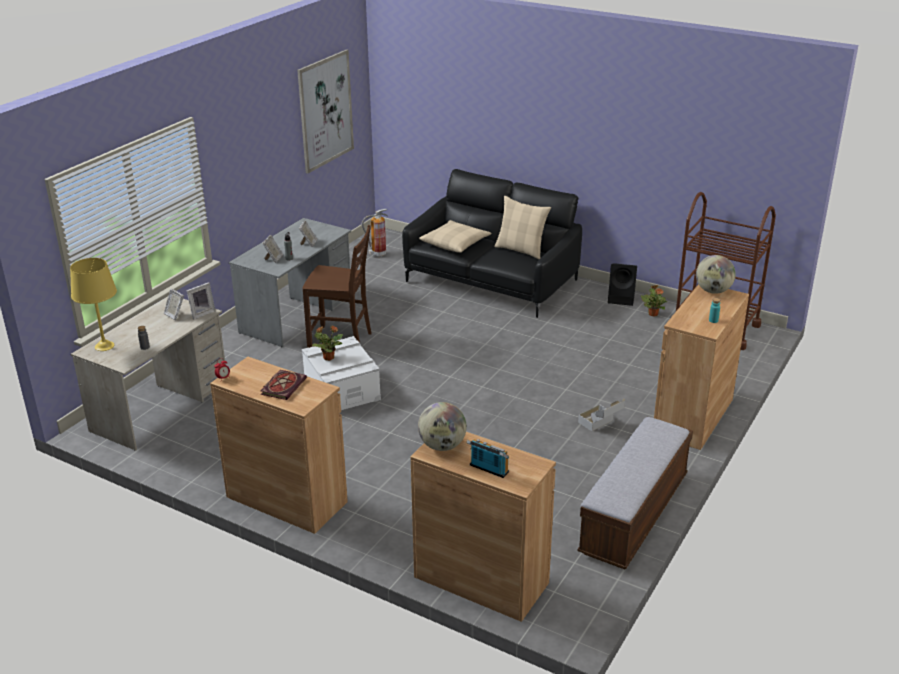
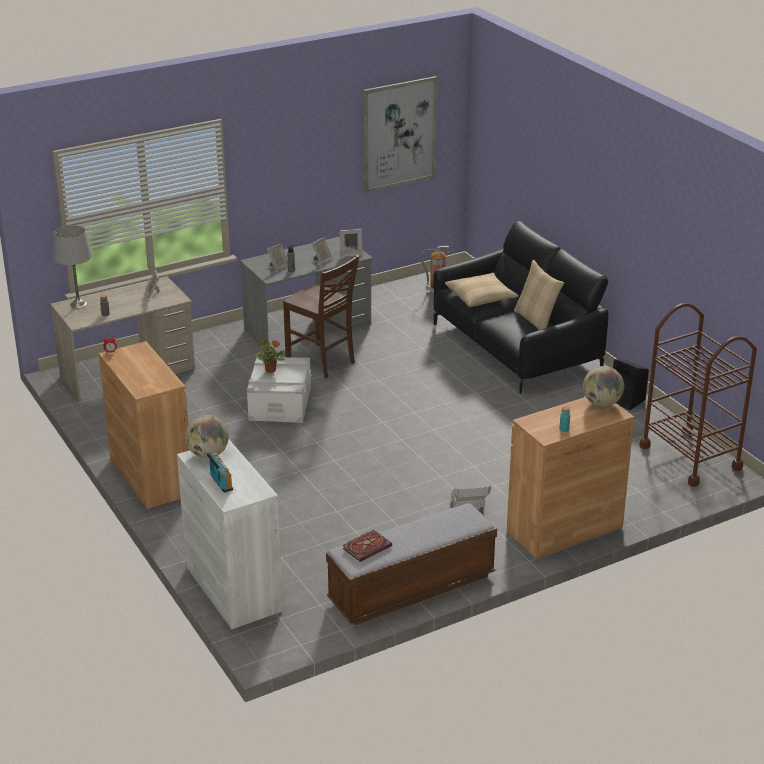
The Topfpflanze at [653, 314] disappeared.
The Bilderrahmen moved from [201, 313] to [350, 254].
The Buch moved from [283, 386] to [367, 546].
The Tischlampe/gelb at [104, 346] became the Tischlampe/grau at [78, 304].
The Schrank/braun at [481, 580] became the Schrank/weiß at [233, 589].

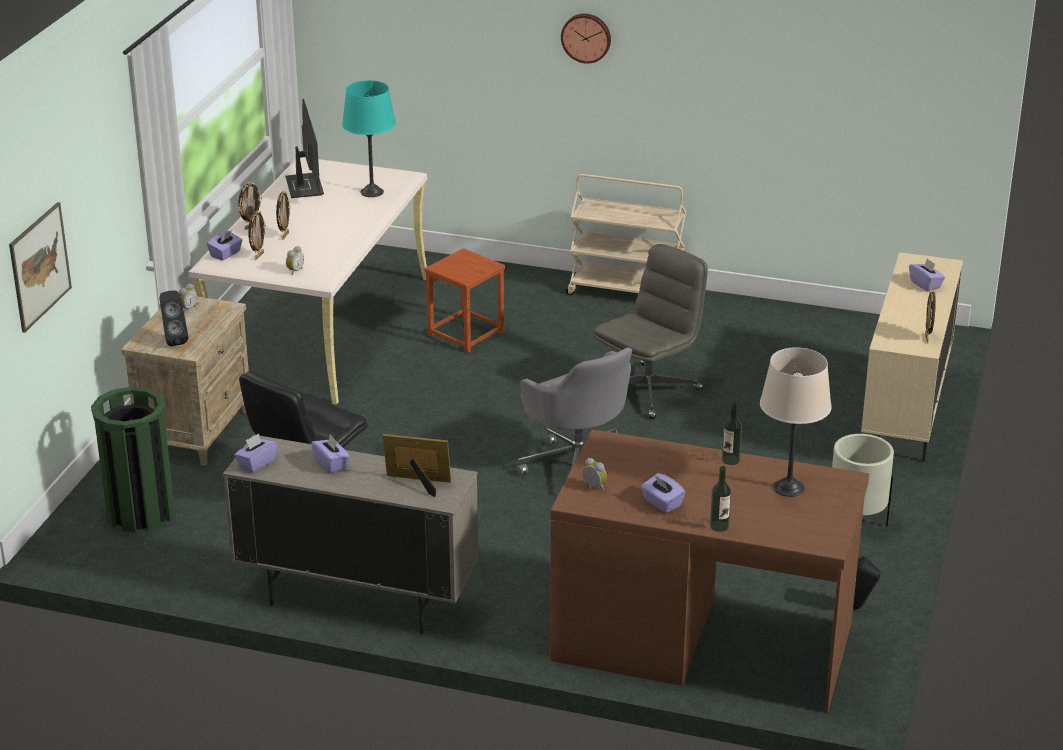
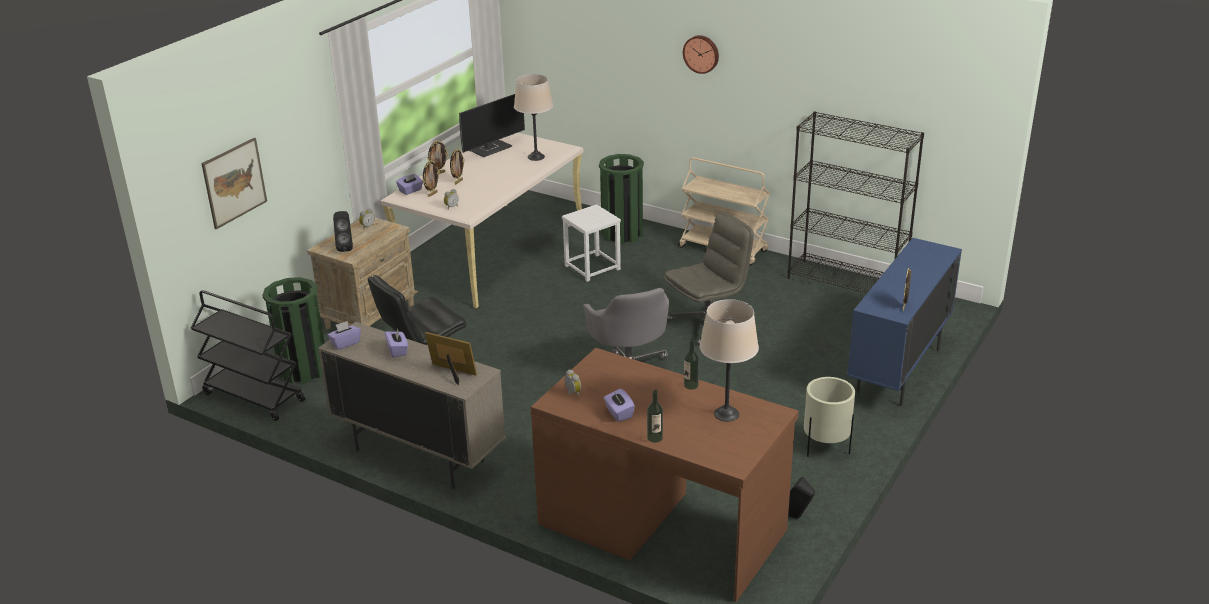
The Taschentuchbox/lila at [925, 284] disappeared.
The Rollwagen/schwarz at [253, 397] appeared.
The Mülleimer/grün at [622, 234] appeared.
The Bücherregal/schwarz at [847, 282] appeared.
The Tischlampe/türkis at [372, 192] became the Tischlampe/beige at [536, 157].
The Hocker/braun at [466, 334] became the Hocker/weiß at [592, 268].
The Schrank/beige at [904, 421] became the Schrank/blau at [898, 371].
The Monitor at [304, 186] turned 45 degrees clockwise.

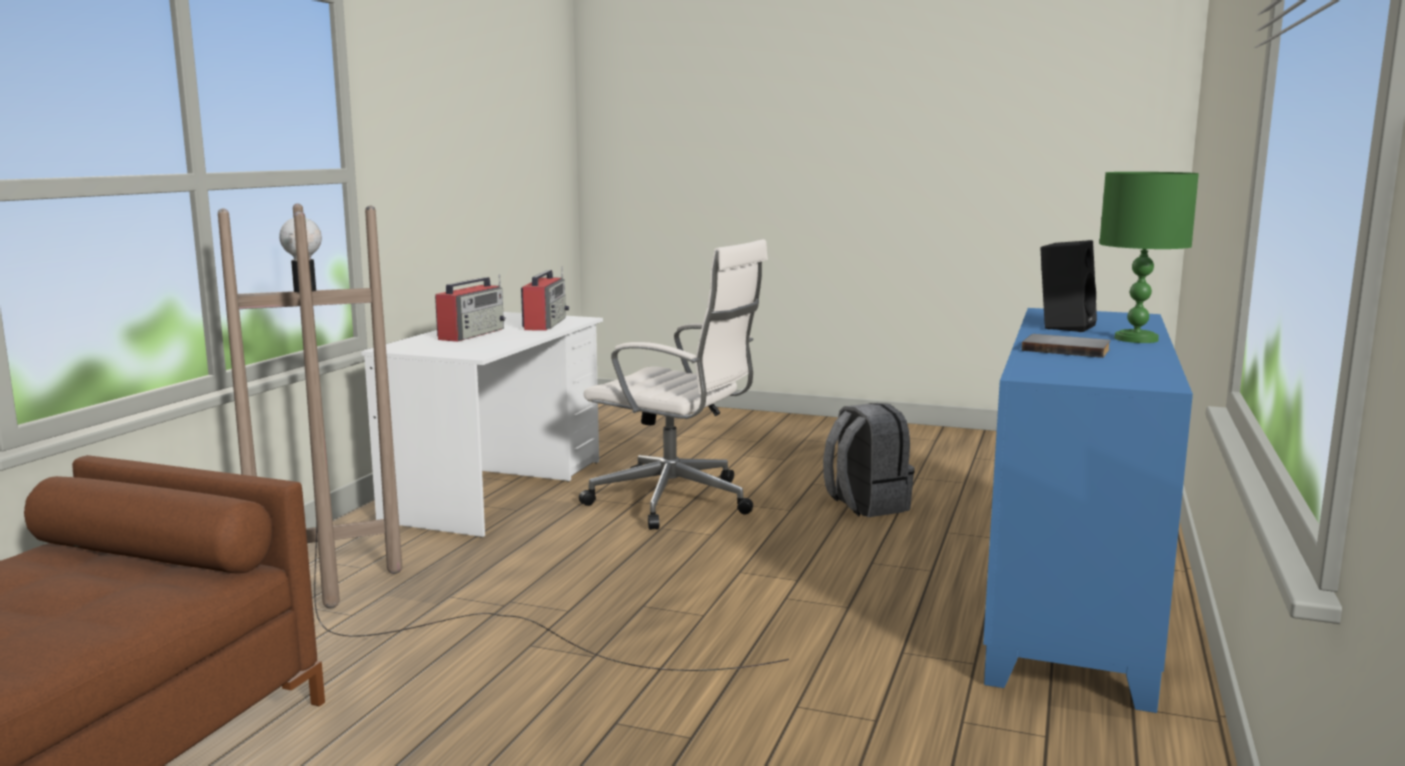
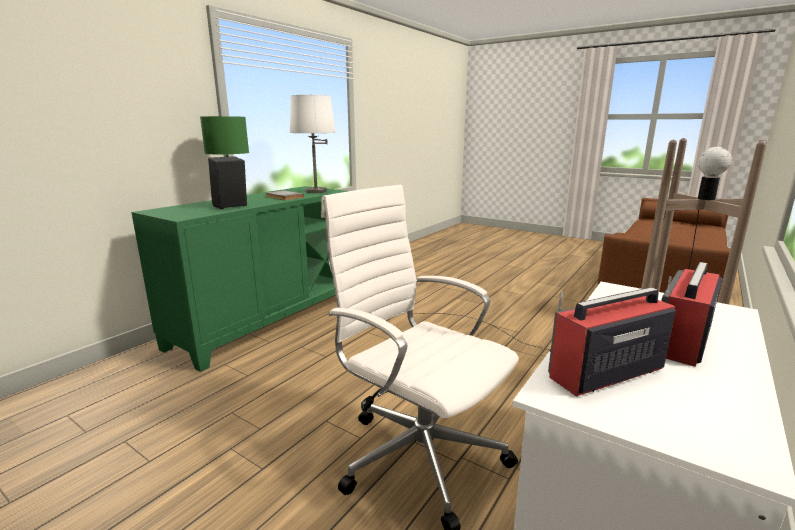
The Rucksack/grau at [865, 505] disappeared.
The Tischlampe/weiß at [316, 191] appeared.
The Schrank/blau at [1074, 603] became the Schrank/grün at [266, 321].
The Radio at [545, 324] turned 45 degrees clockwise.

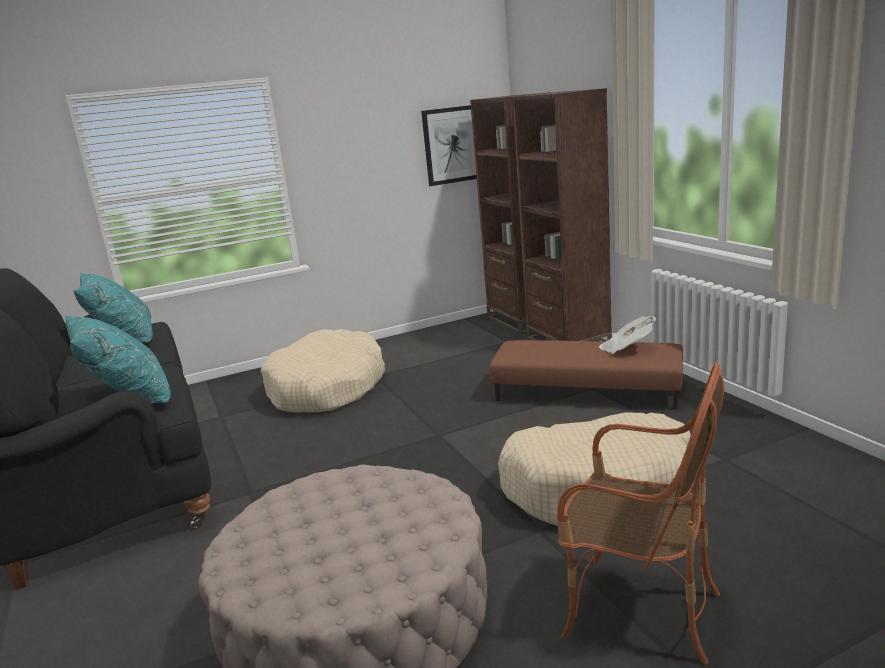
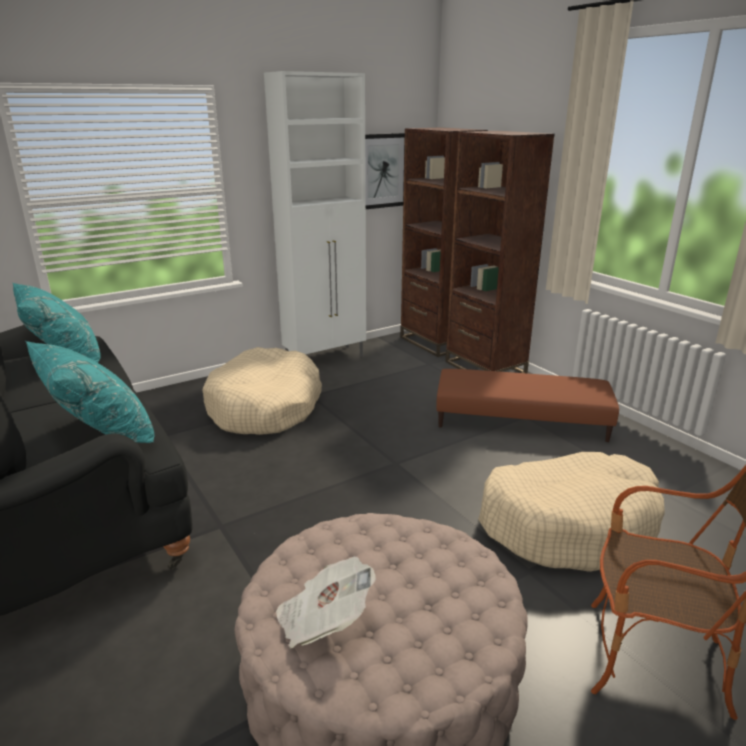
The Schrank/weiß at [326, 358] appeared.
The Zeitung moved from [626, 348] to [324, 620].

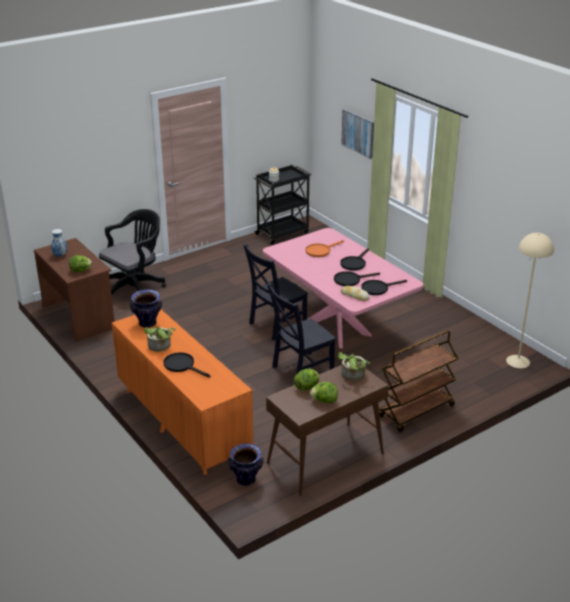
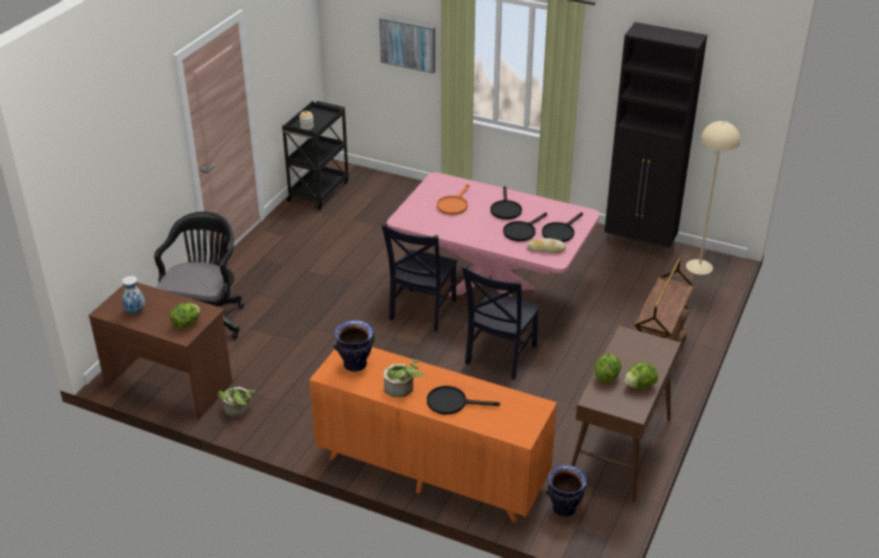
The Schrank/schwarz at [640, 245] appeared.
The Topfpflanze moved from [352, 376] to [238, 410].

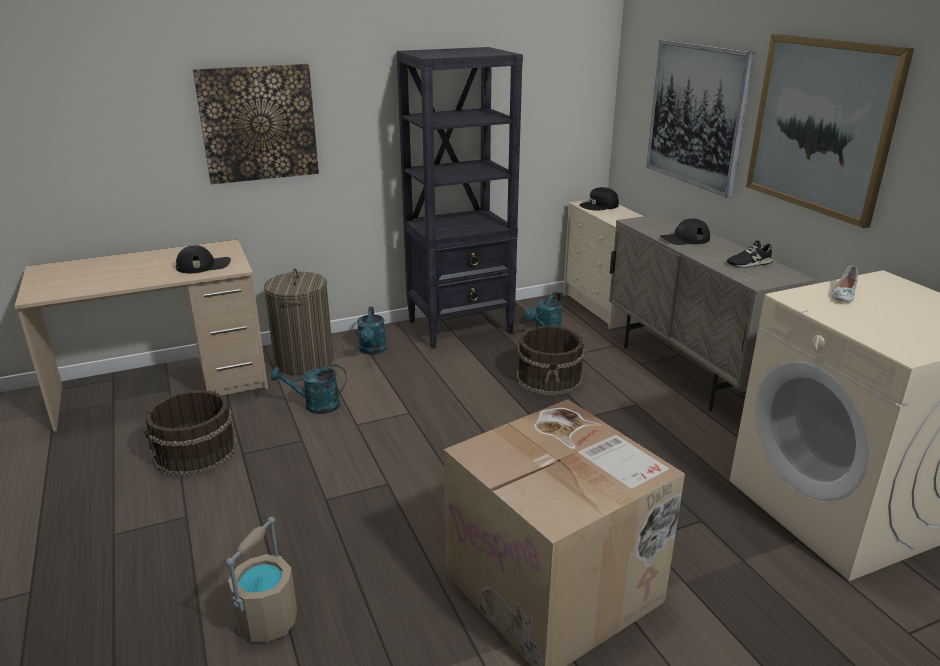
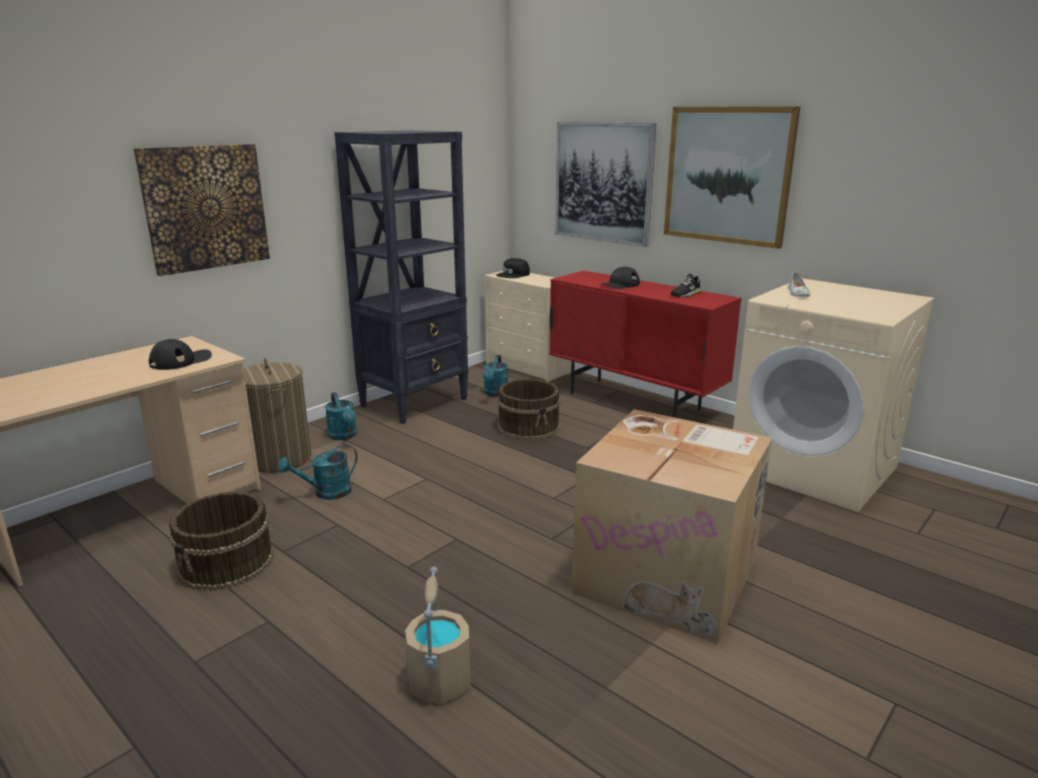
The Schrank/beige at [687, 372] became the Schrank/rot at [634, 401].

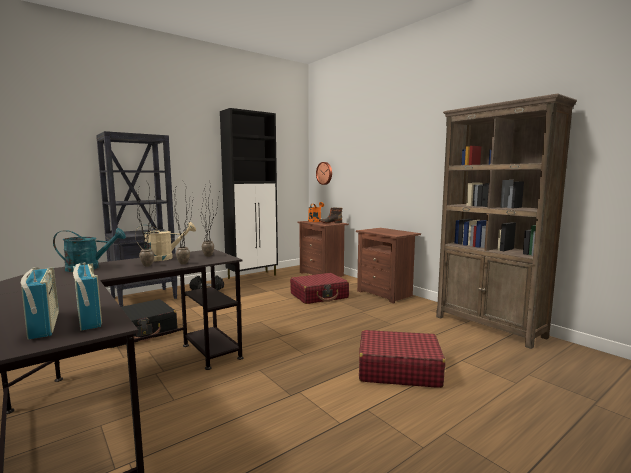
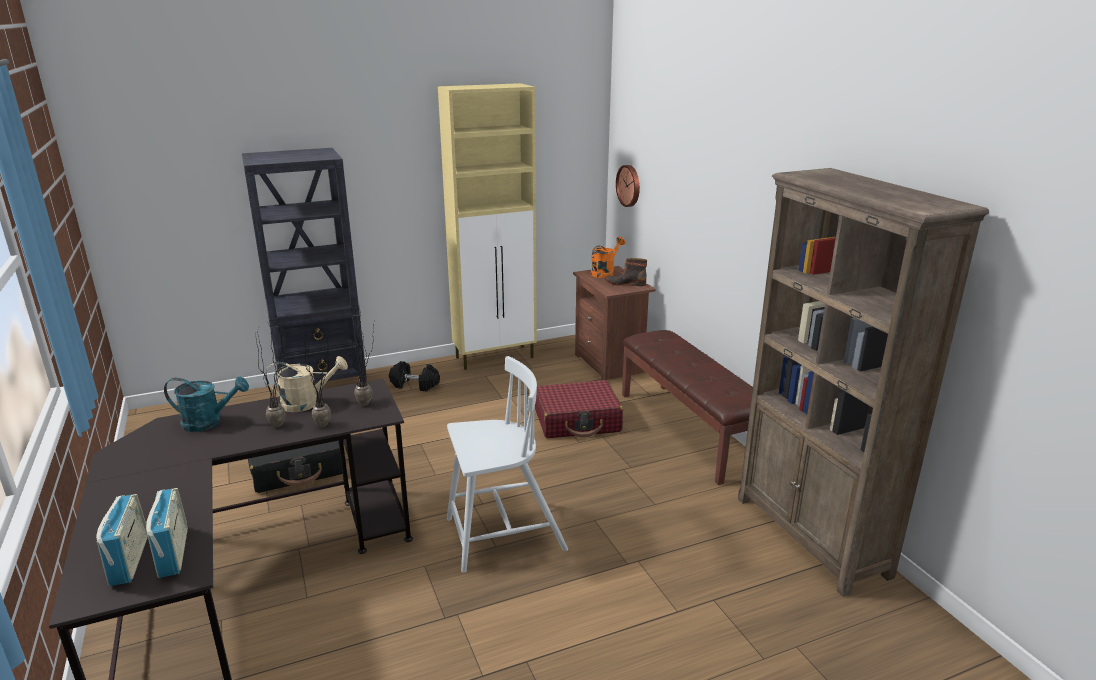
The Koffer/rot at [398, 369] disappeared.
The Stuhl/weiß at [503, 535] appeared.
The Nachttisch/braun at [386, 294] was replaced by the Bank/braun at [689, 430].
The Schrank/schwarz at [253, 276] became the Schrank/beige at [496, 357].

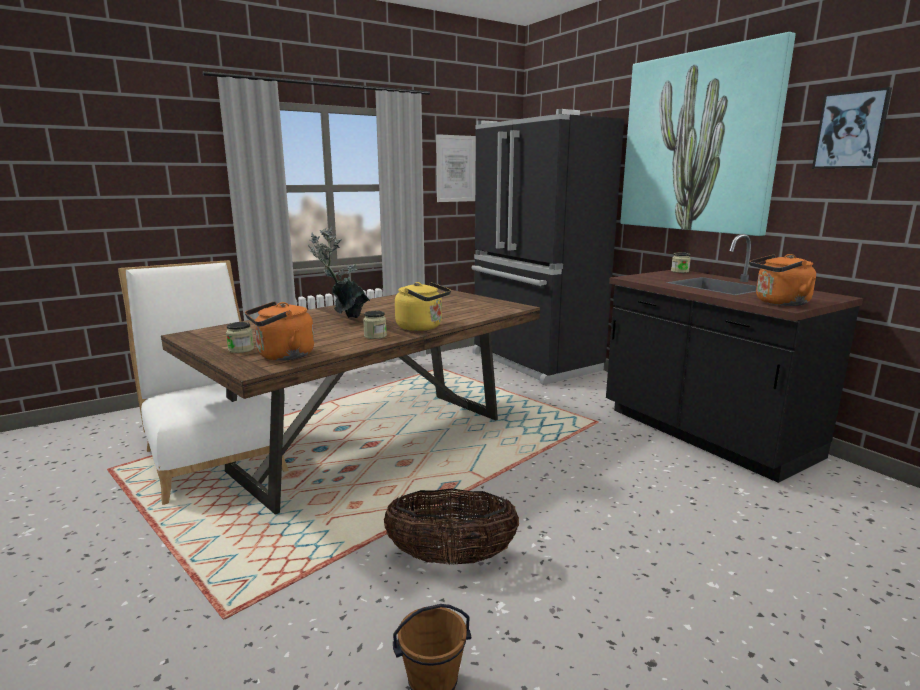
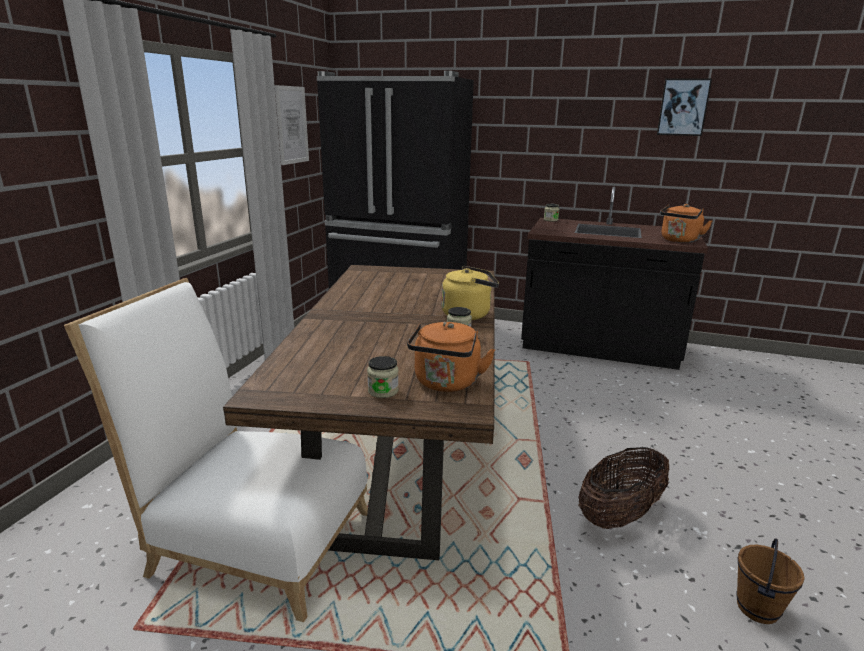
The Topfpflanze at [344, 318] disappeared.
The Bild at [698, 143] disappeared.

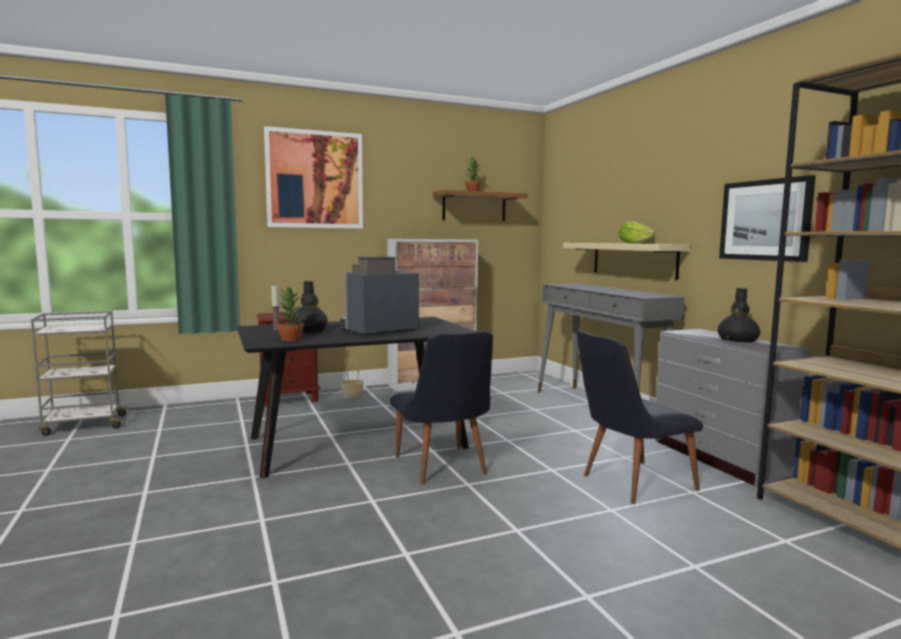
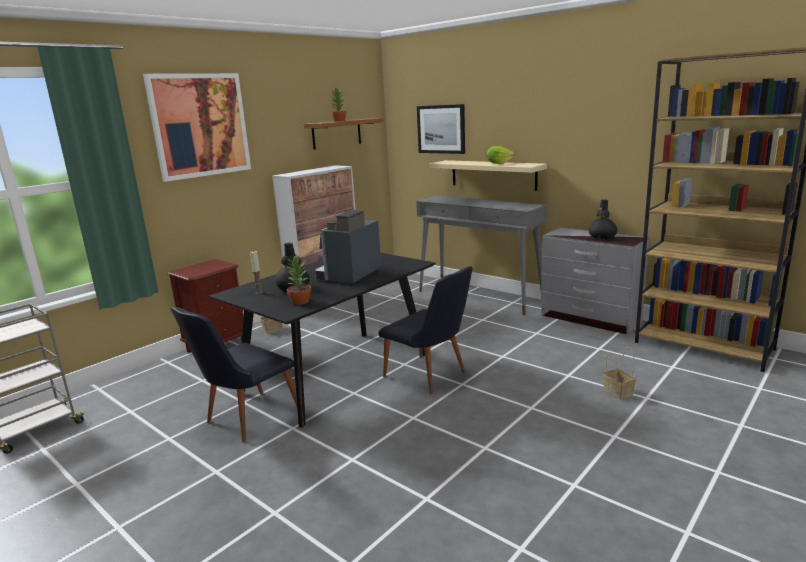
The Korb at [617, 392] appeared.
The Stuhl/schwarz moved from [629, 483] to [245, 420].
The Bild moved from [765, 220] to [441, 129].

